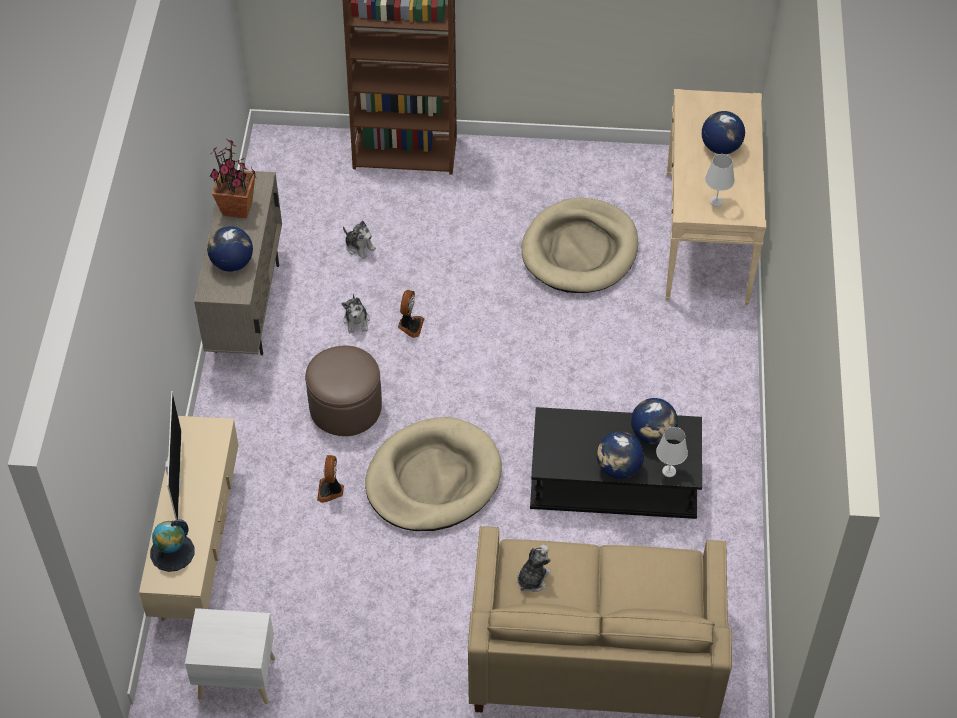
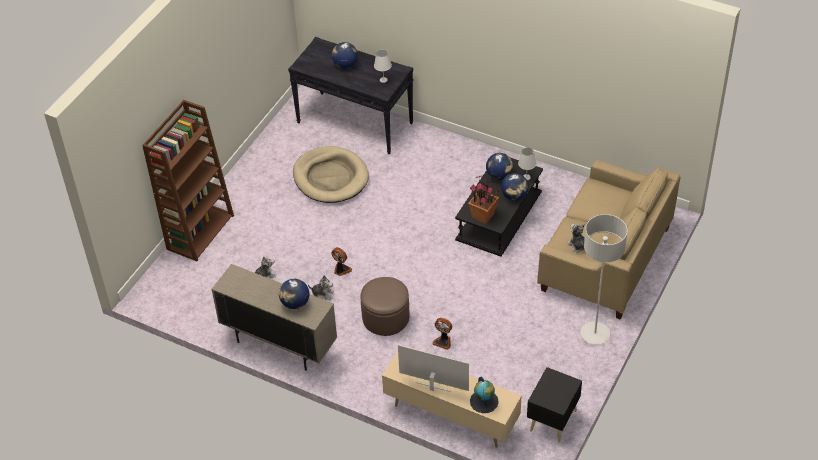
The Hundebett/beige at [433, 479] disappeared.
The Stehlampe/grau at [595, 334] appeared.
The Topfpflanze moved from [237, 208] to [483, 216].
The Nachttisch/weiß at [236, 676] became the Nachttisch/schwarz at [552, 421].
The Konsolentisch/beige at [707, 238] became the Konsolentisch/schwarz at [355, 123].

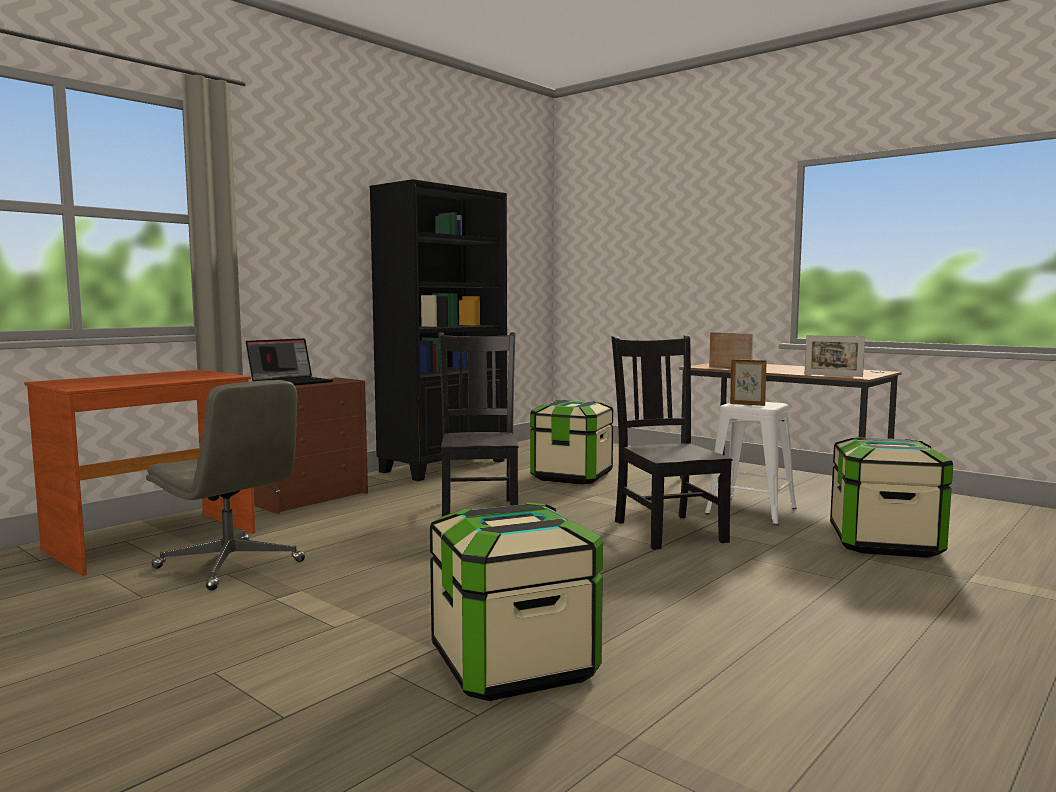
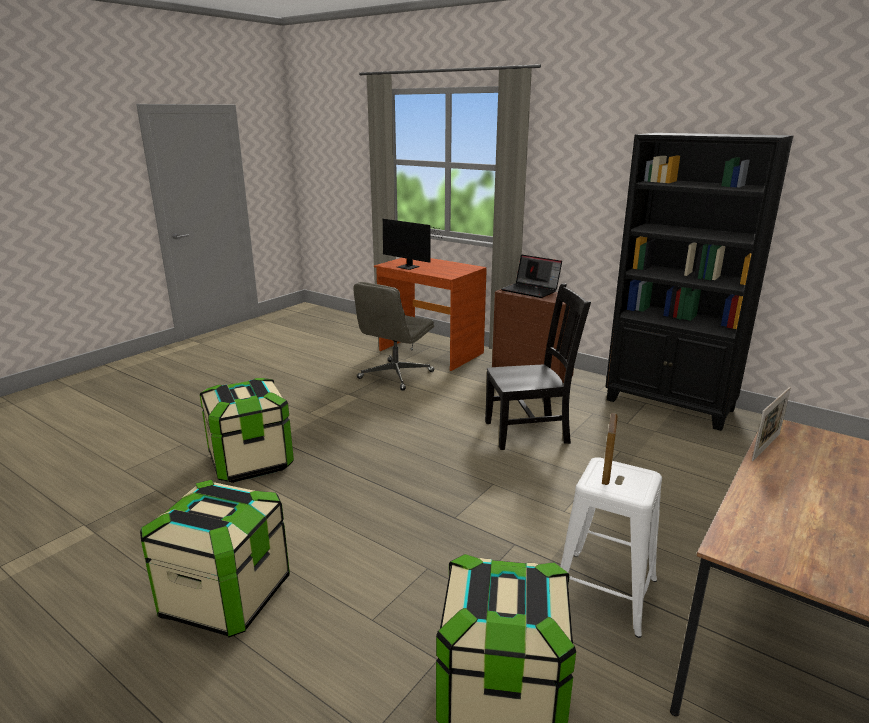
The Stuhl/schwarz at [667, 530] disappeared.
The Bilderrahmen at [833, 375] disappeared.
The Monitor at [410, 267] appeared.
The Aufbewahrungsbox moved from [571, 476] to [226, 597].

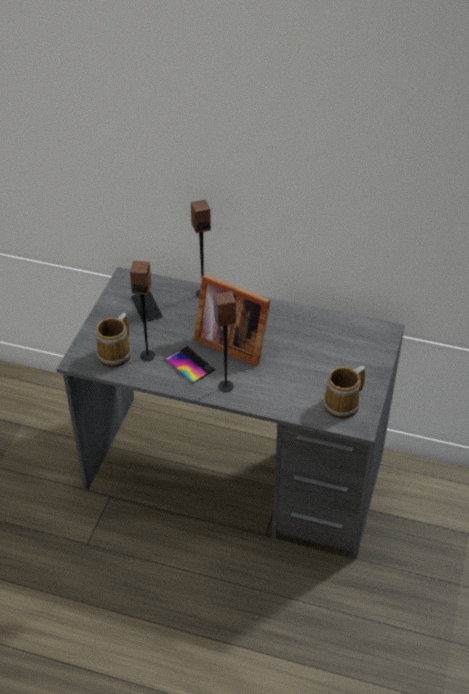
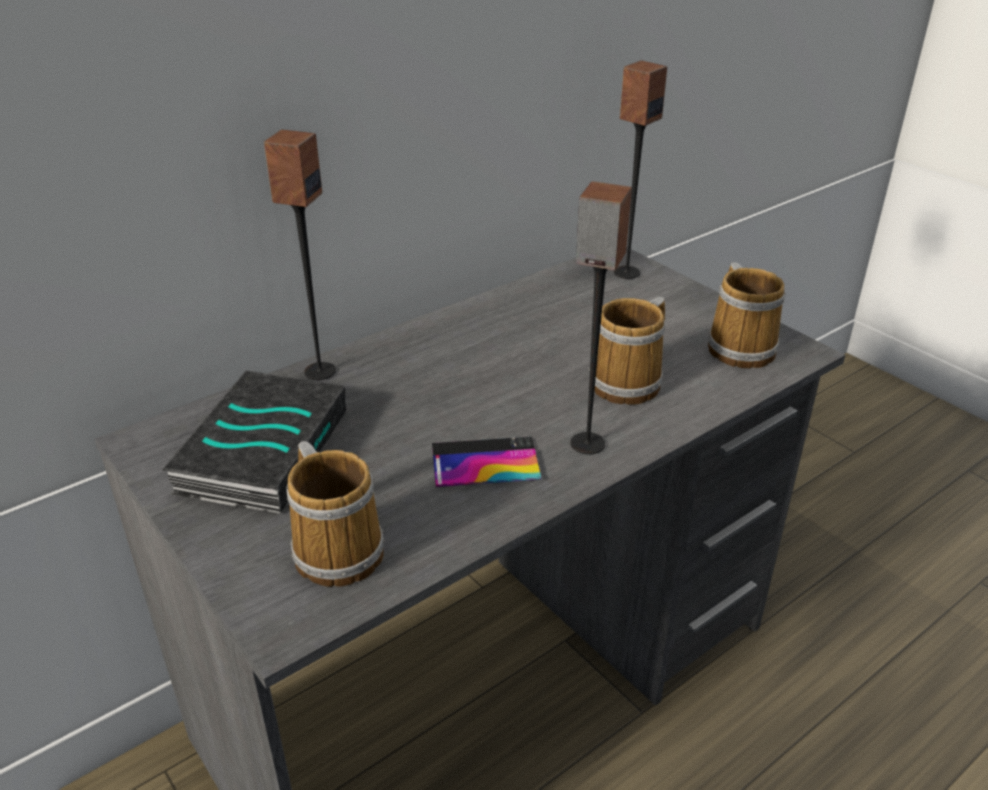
The Bilderrahmen at [231, 341] disappeared.
The Henkelbecher at [630, 382] appeared.
The Lautsprecher moved from [147, 355] to [626, 272].
The Handy at [146, 307] was replaced by the Buch at [261, 449].

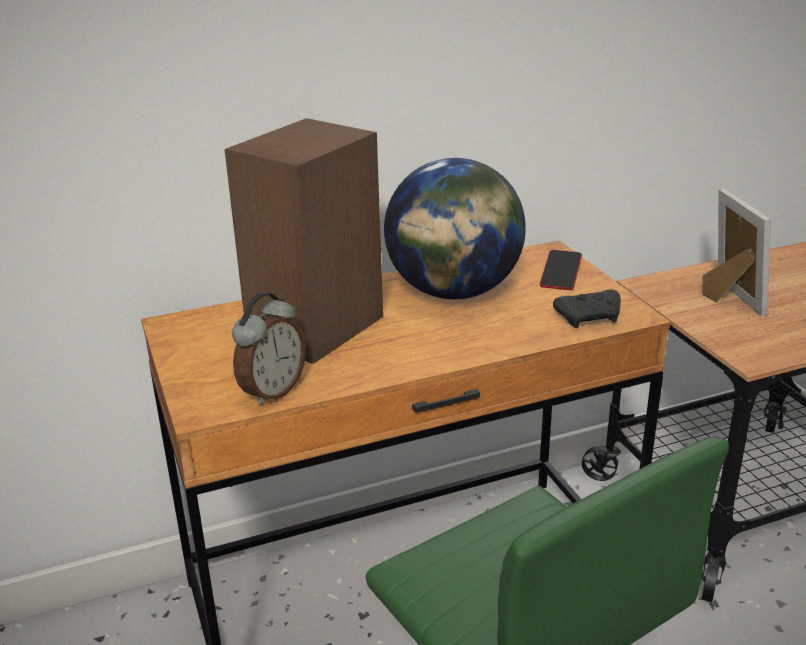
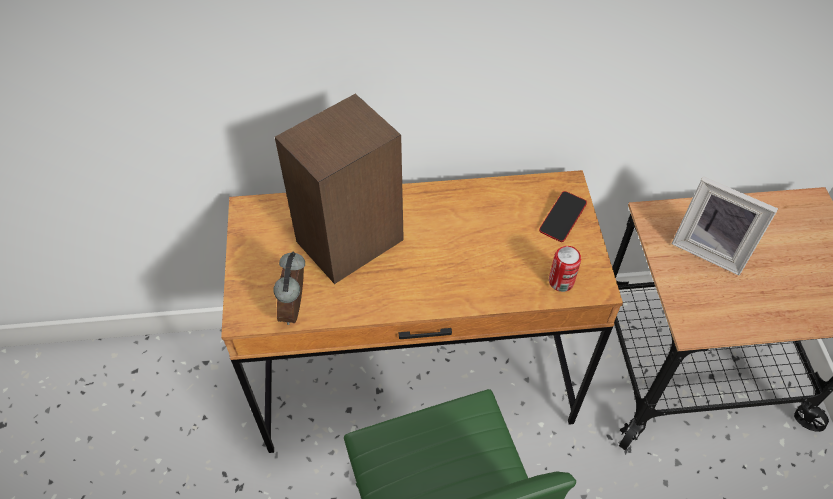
The Globus at [454, 292] disappeared.
The Gamepad/schwarz at [590, 317] was replaced by the Dose at [561, 281].
The Wecker at [272, 391] turned 135 degrees clockwise.
The Bilderrahmen at [727, 298] turned 120 degrees clockwise.

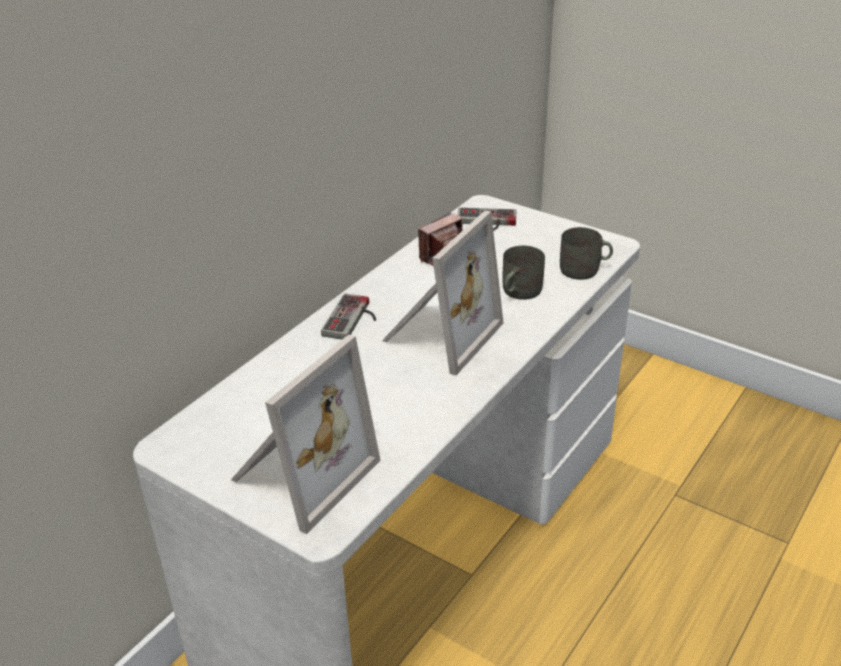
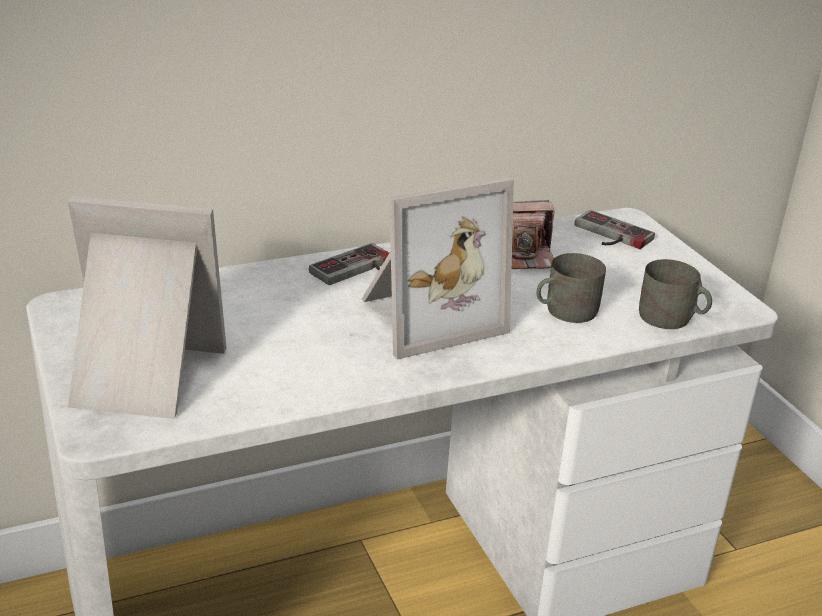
The Bilderrahmen at [300, 473] turned 150 degrees counterclockwise.

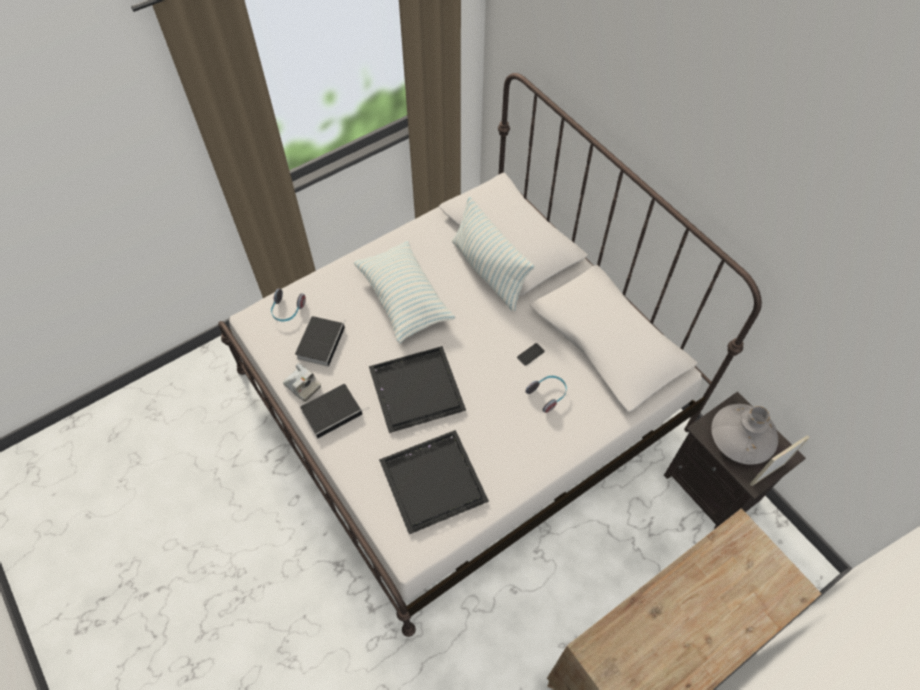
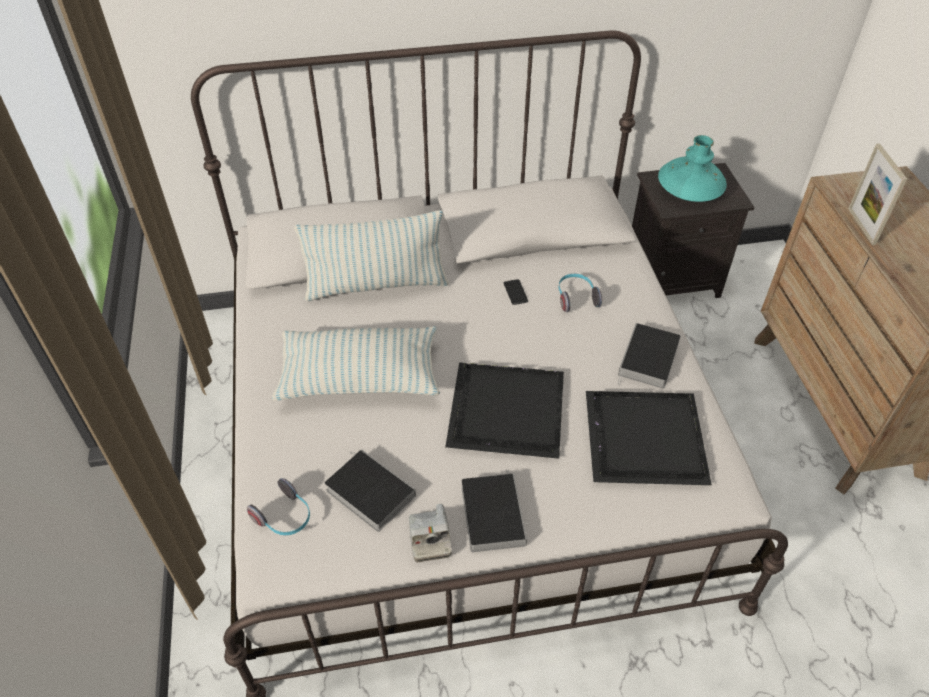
The Buch at [648, 360] appeared.
The Bilderrahmen moved from [767, 473] to [861, 226].
The Vase/grau at [740, 439] became the Vase/türkis at [689, 190].
The Kamera at [302, 386] turned 105 degrees clockwise.

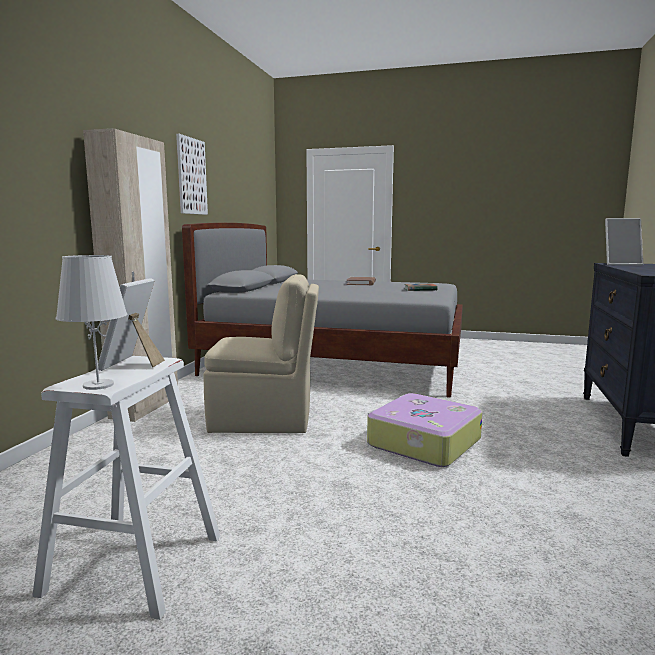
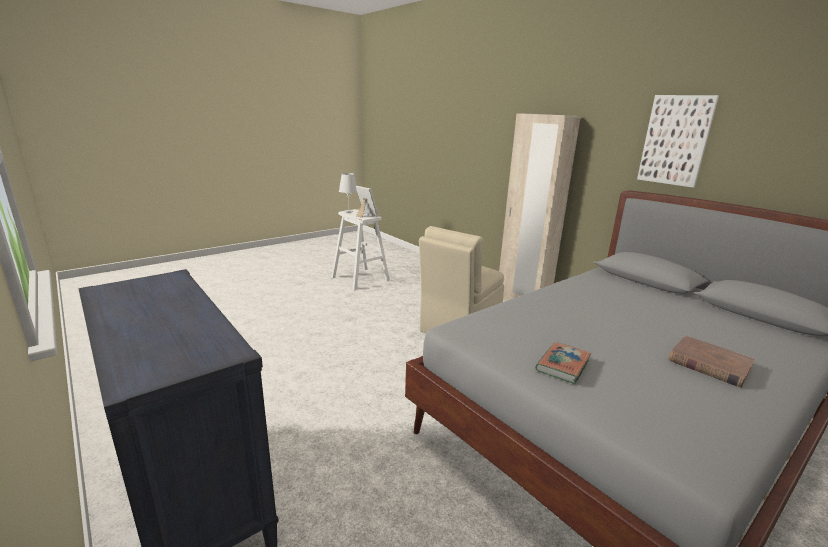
The Koffer at [422, 442] disappeared.
The Bilderrahmen at [620, 264] disappeared.

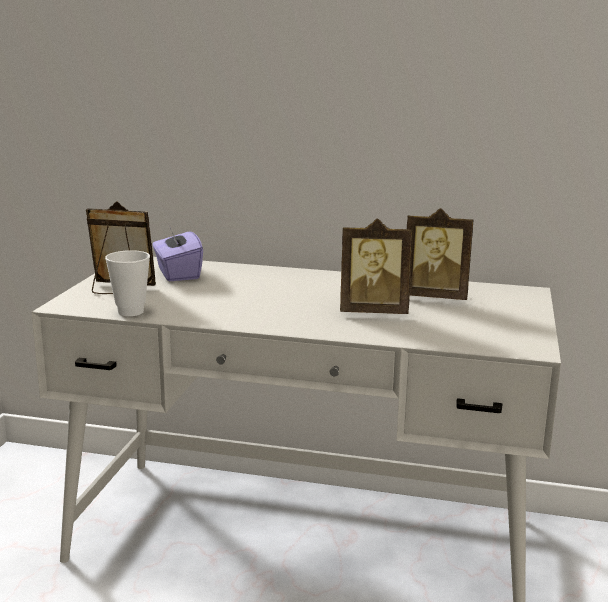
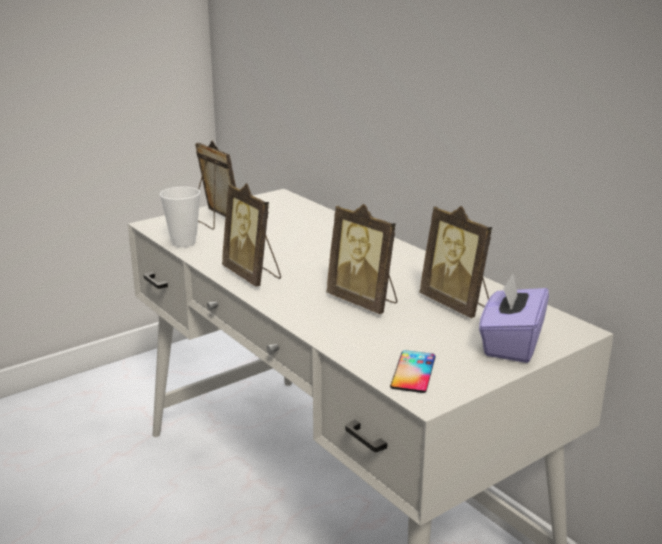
The Bilderrahmen at [253, 275] appeared.
The Handy at [413, 372] appeared.
The Taschentuchbox/lila moved from [177, 273] to [511, 344].

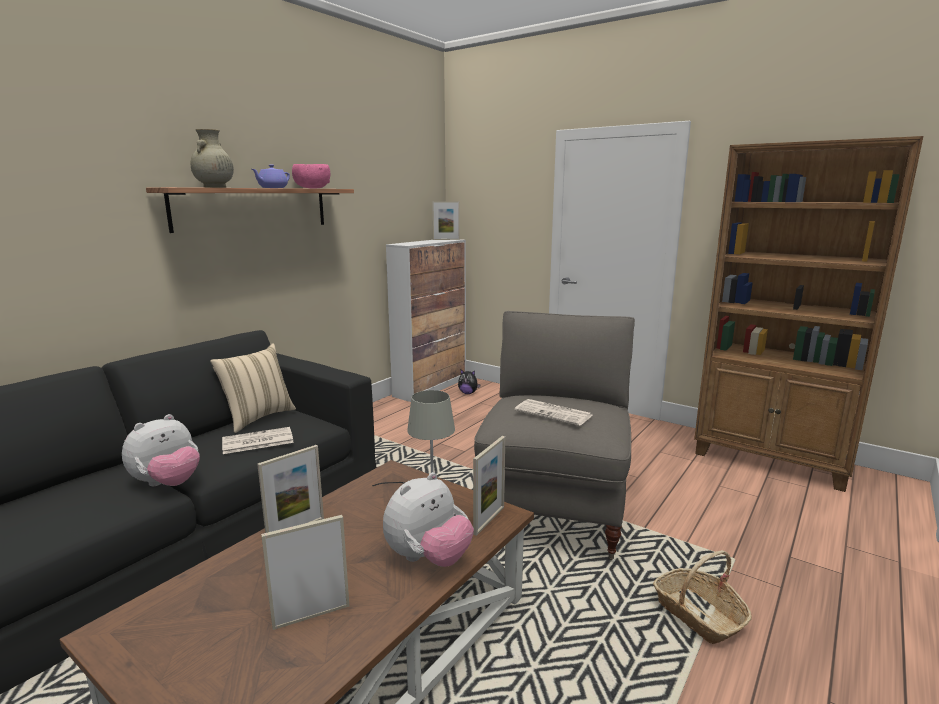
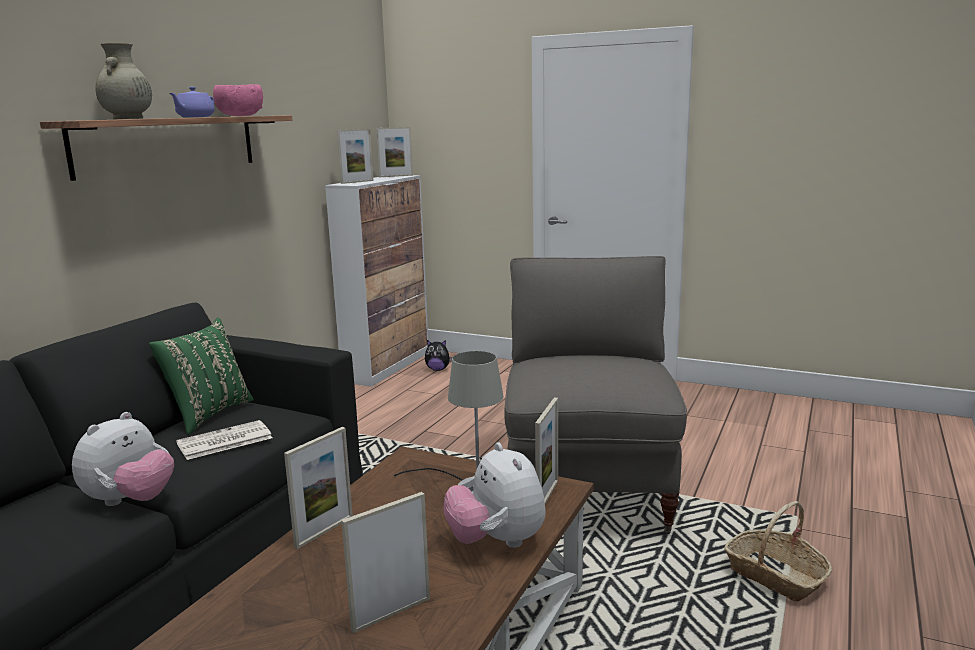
The Zeitung at [554, 413] disappeared.
The Bücherregal/braun at [771, 460] disappeared.
The Bilderrahmen at [357, 182] appeared.
The Kissen/beige at [258, 418] became the Kissen/grün at [208, 414].
The Plüschtier at [428, 558] turned 120 degrees clockwise.

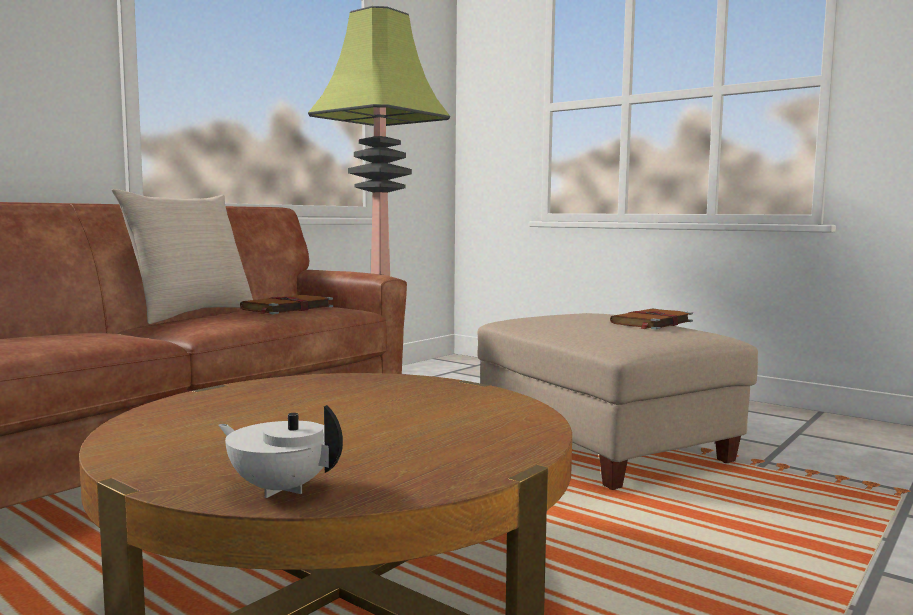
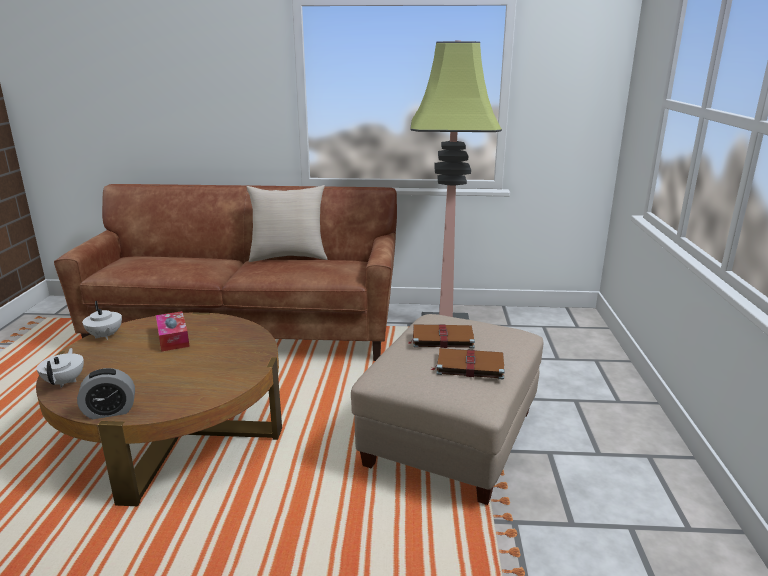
The Wecker at [110, 411] appeared.
The Teekanne/weiß at [105, 336] appeared.
The Taschentuchbox at [173, 338] appeared.
The Buch/braun moved from [286, 308] to [441, 338].

